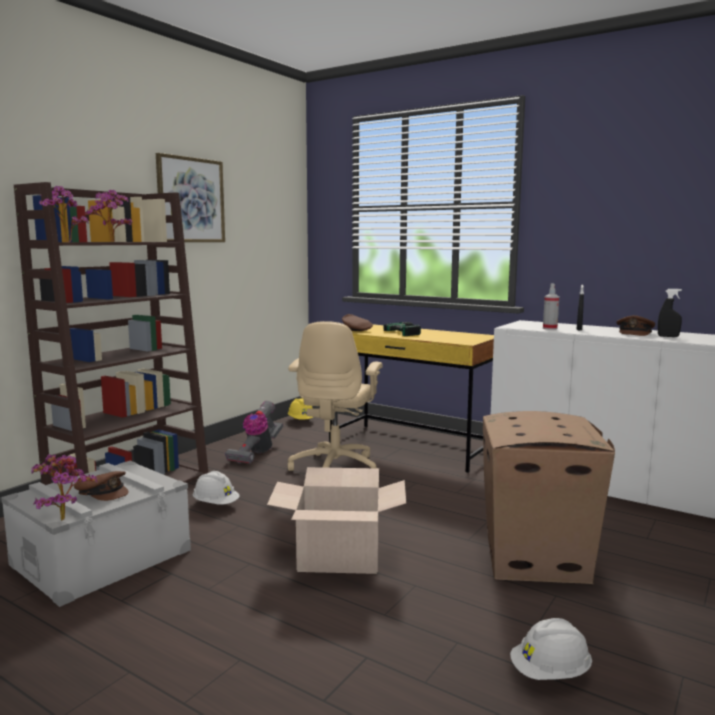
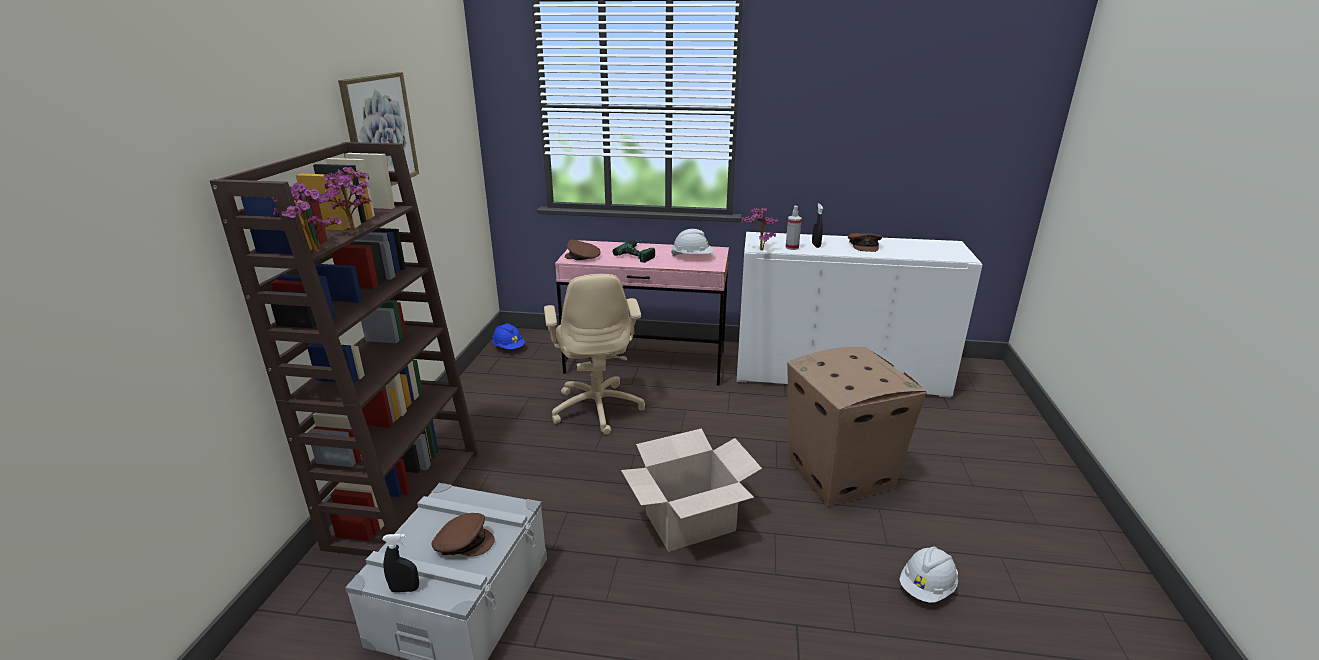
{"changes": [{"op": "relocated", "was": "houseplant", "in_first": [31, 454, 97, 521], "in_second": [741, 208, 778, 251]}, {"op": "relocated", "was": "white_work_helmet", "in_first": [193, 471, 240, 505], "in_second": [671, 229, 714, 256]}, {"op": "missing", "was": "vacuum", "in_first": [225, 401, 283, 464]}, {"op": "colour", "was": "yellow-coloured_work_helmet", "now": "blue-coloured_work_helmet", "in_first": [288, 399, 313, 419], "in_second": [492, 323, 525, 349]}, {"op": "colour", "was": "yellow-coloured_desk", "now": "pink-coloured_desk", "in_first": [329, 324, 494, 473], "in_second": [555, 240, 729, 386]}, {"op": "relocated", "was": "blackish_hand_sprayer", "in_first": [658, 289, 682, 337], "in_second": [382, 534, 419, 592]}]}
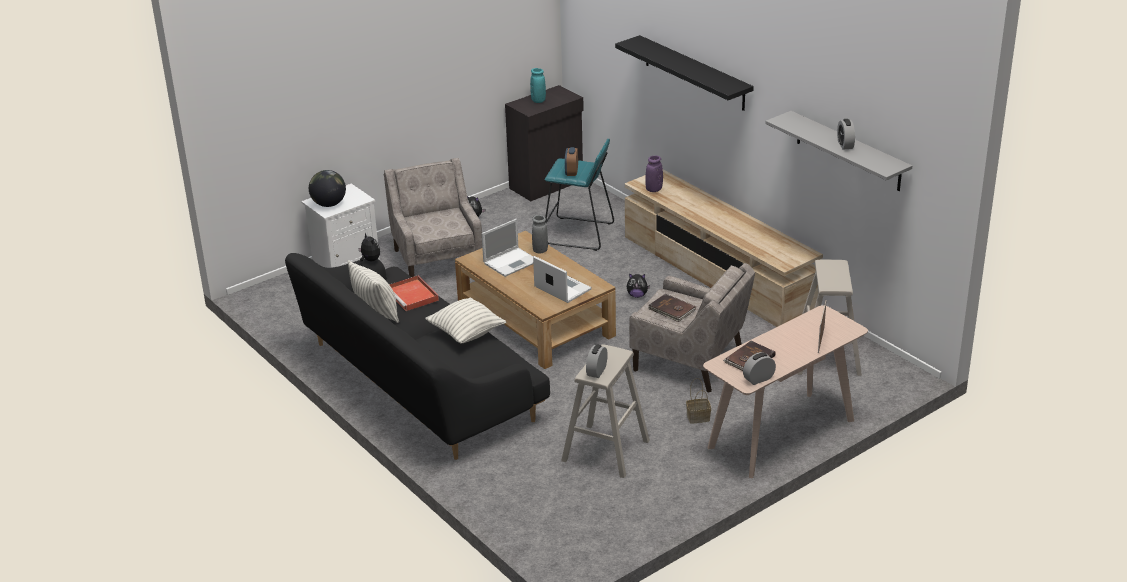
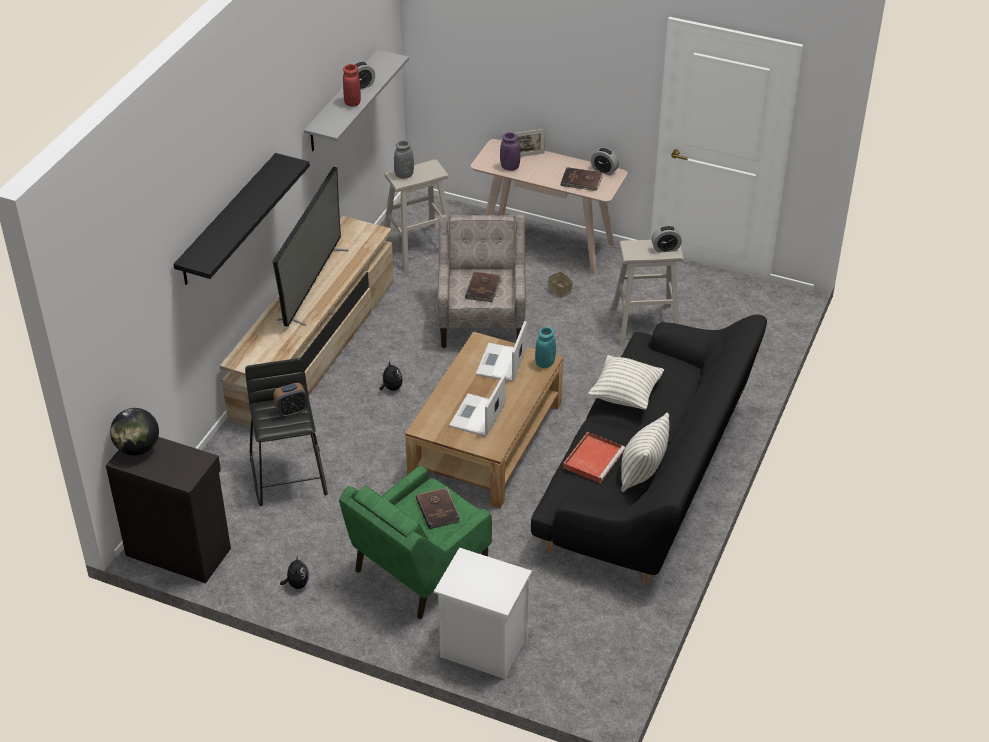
{"changes": [{"op": "relocated", "was": "world_globe", "in_first": [309, 170, 346, 207], "in_second": [110, 408, 159, 456]}, {"op": "missing", "was": "plush_toy", "in_first": [358, 232, 380, 261]}, {"op": "colour", "was": "beige_easy_chair", "now": "greenish_easy_chair", "in_first": [384, 158, 482, 277], "in_second": [339, 466, 492, 619]}, {"op": "spun", "was": "laptop", "in_first": [482, 219, 533, 277], "in_second": [449, 374, 505, 436], "clockwise": -90}, {"op": "relocated", "was": "turquoise-coloured_vase", "in_first": [530, 68, 546, 103], "in_second": [535, 327, 556, 368]}, {"op": "relocated", "was": "grey_vase", "in_first": [532, 215, 548, 253], "in_second": [394, 140, 414, 179]}, {"op": "colour", "was": "turquoise-coloured_sitting_stool", "now": "blackish_sitting_stool", "in_first": [545, 139, 614, 251], "in_second": [245, 358, 328, 506]}, {"op": "relocated", "was": "purple_vase", "in_first": [645, 156, 663, 192], "in_second": [500, 132, 520, 171]}, {"op": "appeared", "now": "television", "in_second": [273, 167, 349, 327]}, {"op": "appeared", "now": "red-coloured_vase", "in_second": [343, 64, 361, 107]}, {"op": "appeared", "now": "brown-coloured_book", "in_second": [416, 487, 460, 529]}]}
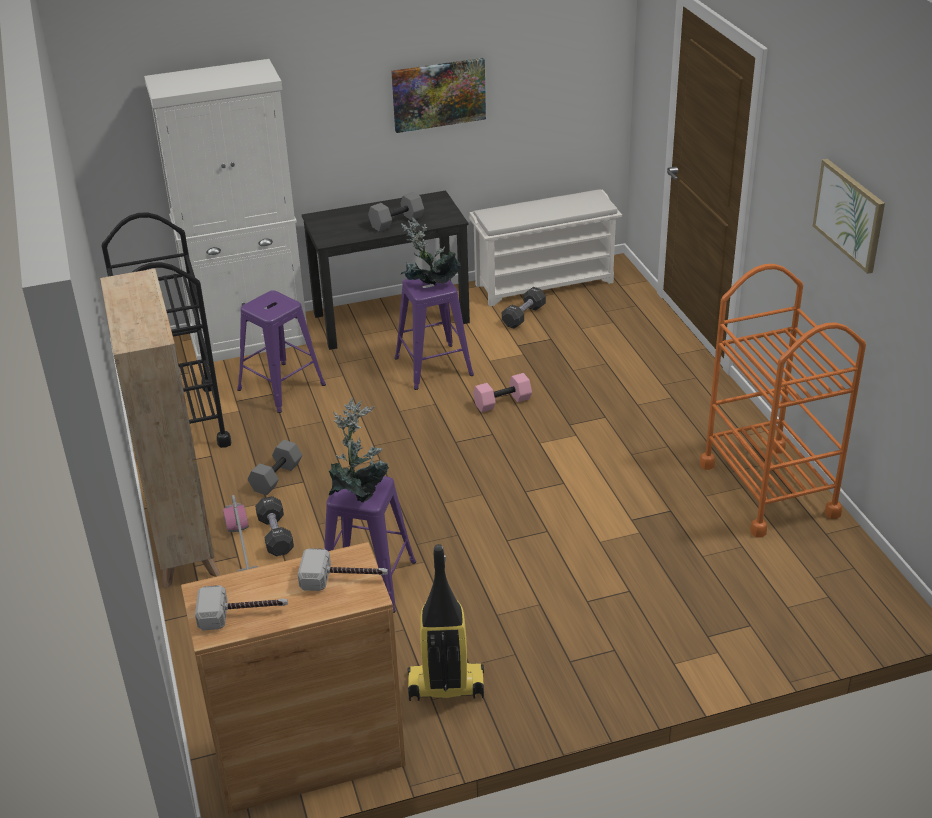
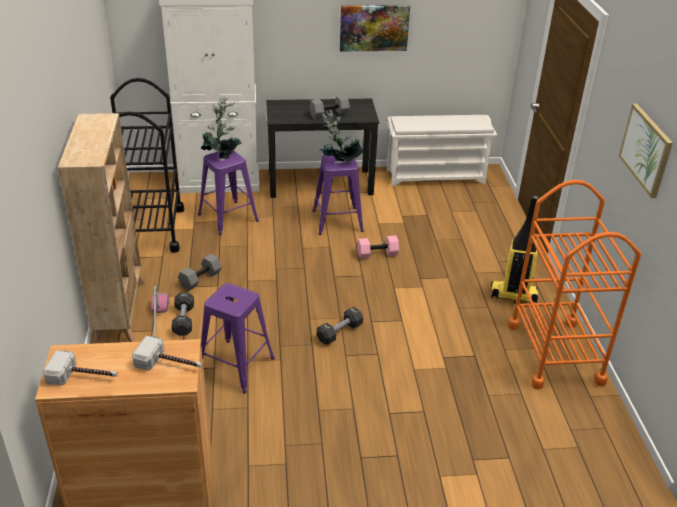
{"changes": [{"op": "relocated", "was": "houseplant", "in_first": [329, 397, 389, 503], "in_second": [201, 97, 242, 159]}, {"op": "relocated", "was": "vacuum", "in_first": [408, 544, 484, 701], "in_second": [491, 195, 538, 303]}, {"op": "relocated", "was": "blackish_dumbbell", "in_first": [502, 287, 546, 329], "in_second": [317, 307, 363, 345]}]}
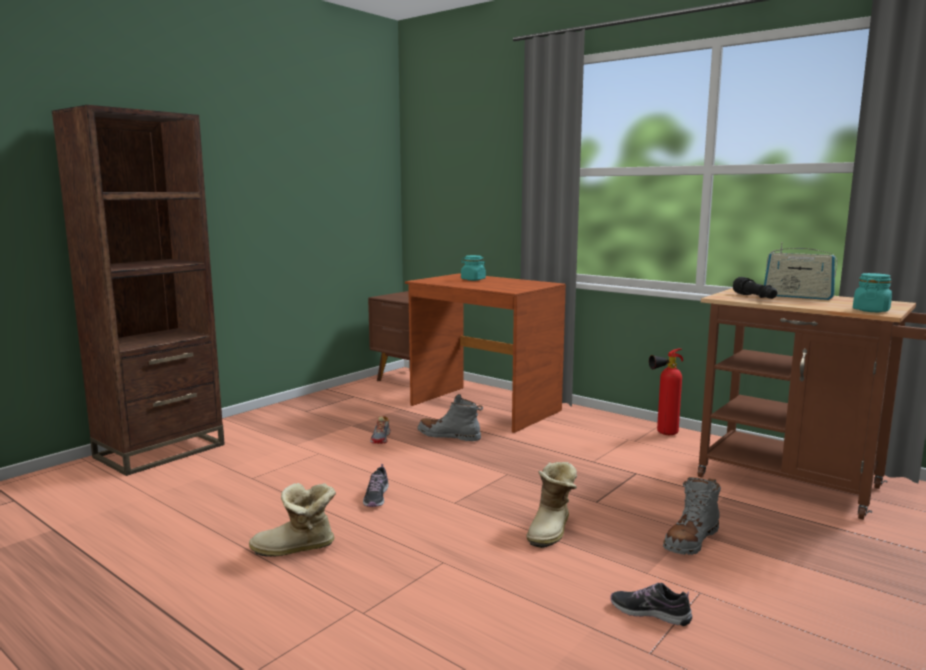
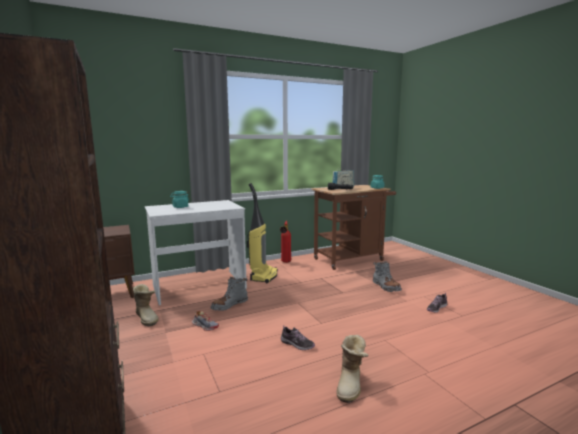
{"changes": [{"op": "colour", "was": "brown-coloured_desk", "now": "white_desk", "in_first": [405, 273, 566, 433], "in_second": [145, 200, 247, 305]}, {"op": "relocated", "was": "high-top_boot", "in_first": [526, 462, 577, 548], "in_second": [132, 284, 159, 327]}, {"op": "appeared", "now": "vacuum", "in_second": [247, 183, 278, 283]}]}
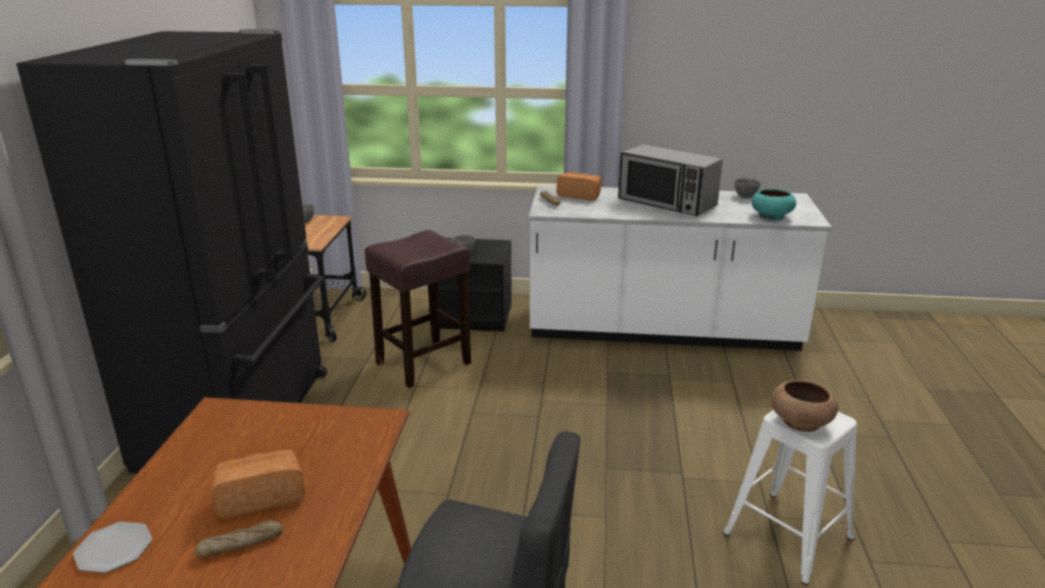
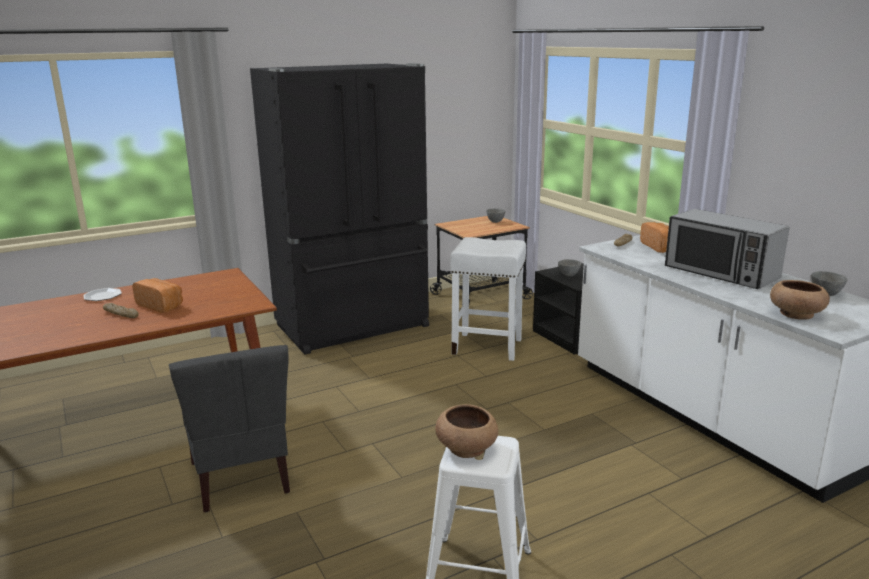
{"changes": [{"op": "colour", "was": "brown-coloured_sitting_stool", "now": "white_sitting_stool", "in_first": [365, 230, 471, 388], "in_second": [450, 237, 526, 361]}, {"op": "spun", "was": "microwave_oven", "in_first": [618, 144, 723, 216], "in_second": [665, 209, 789, 289], "clockwise": -45}, {"op": "colour", "was": "turquoise-coloured_serving_bowl", "now": "brown-coloured_serving_bowl", "in_first": [752, 189, 796, 221], "in_second": [770, 280, 830, 320]}]}
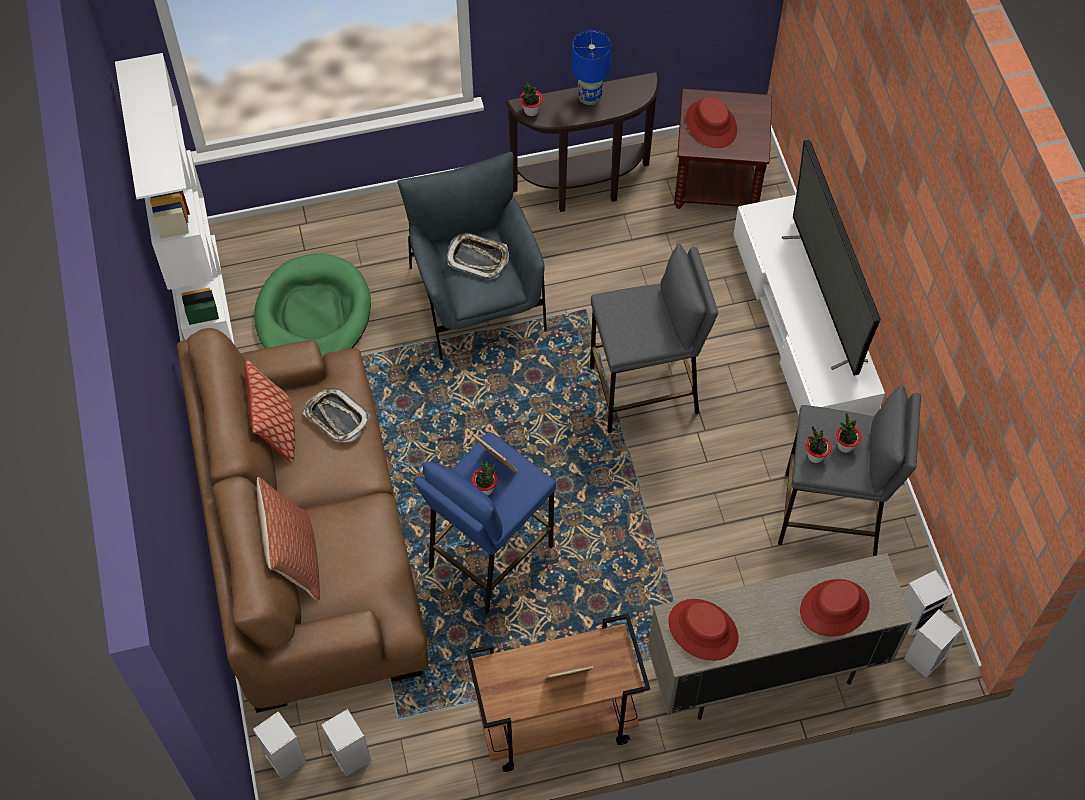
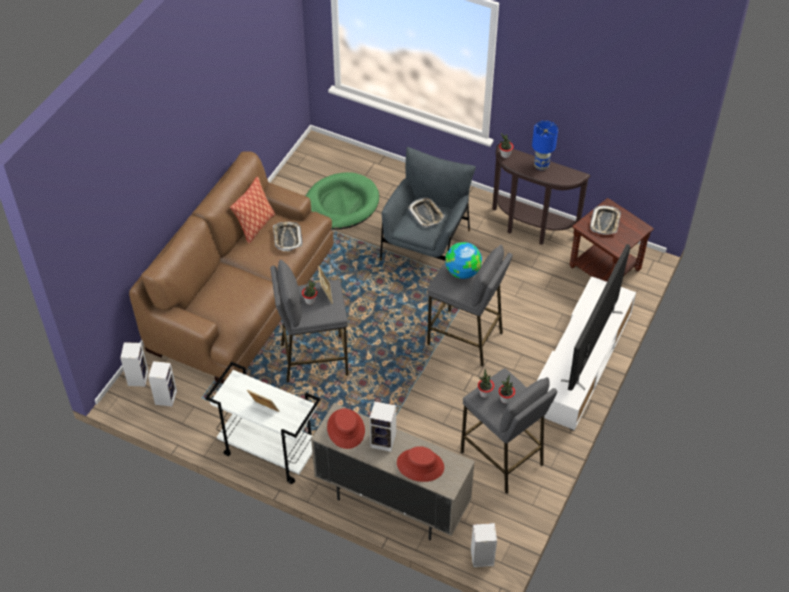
{"changes": [{"op": "missing", "was": "white_shelving_unit", "in_first": [115, 53, 235, 345]}, {"op": "missing", "was": "throw_pillow", "in_first": [257, 477, 320, 600]}, {"op": "colour", "was": "blue-coloured_sitting_stool", "now": "grey_sitting_stool", "in_first": [414, 432, 556, 614], "in_second": [270, 260, 348, 383]}, {"op": "colour", "was": "brown-coloured_cart", "now": "white_cart", "in_first": [466, 613, 650, 772], "in_second": [205, 362, 321, 484]}, {"op": "exchanged", "was": "red-coloured_hat", "now": "serving_tray", "in_first": [686, 96, 737, 148], "in_second": [590, 206, 621, 235]}, {"op": "relocated", "was": "audio_speaker", "in_first": [903, 570, 952, 637], "in_second": [370, 402, 396, 452]}, {"op": "appeared", "now": "world_globe", "in_second": [445, 242, 482, 279]}]}
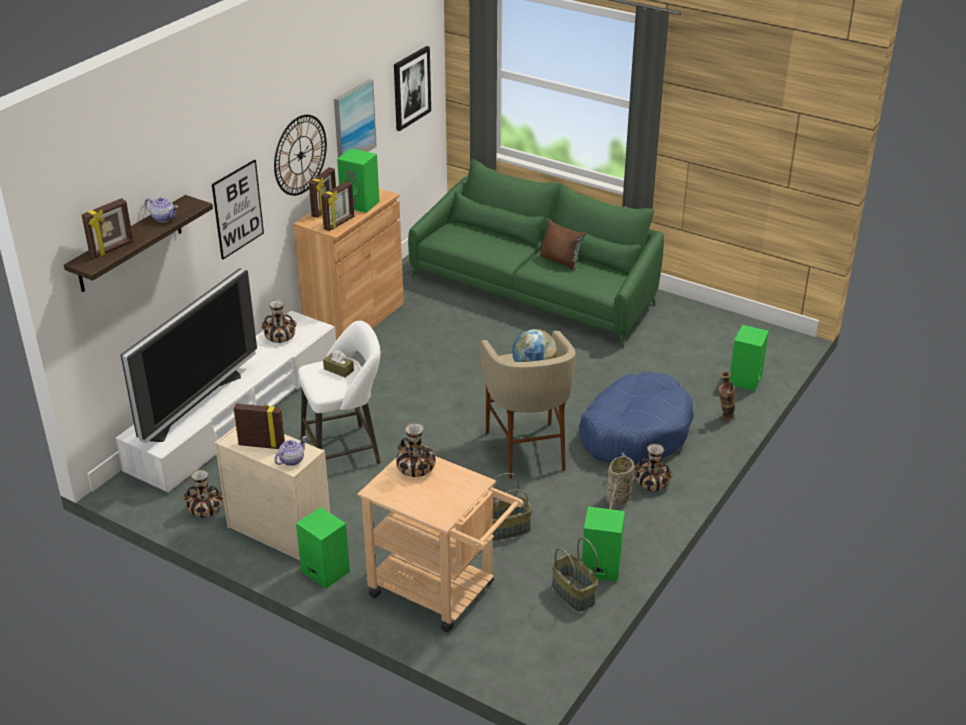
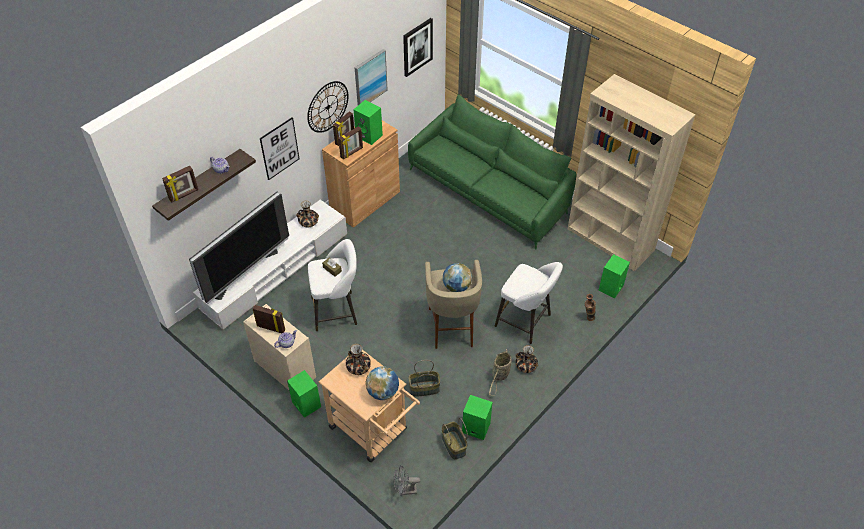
{"changes": [{"op": "missing", "was": "vase", "in_first": [183, 469, 223, 517]}, {"op": "missing", "was": "brown-coloured_throw_pillow", "in_first": [540, 219, 586, 270]}, {"op": "exchanged", "was": "blue-coloured_dog_bed", "now": "white_sitting_stool", "in_first": [579, 372, 694, 465], "in_second": [495, 262, 563, 344]}, {"op": "appeared", "now": "world_globe", "in_second": [366, 367, 399, 400]}, {"op": "appeared", "now": "grey_cooling_fan", "in_second": [393, 465, 421, 495]}, {"op": "appeared", "now": "beige_shelving_unit", "in_second": [568, 74, 695, 272]}]}
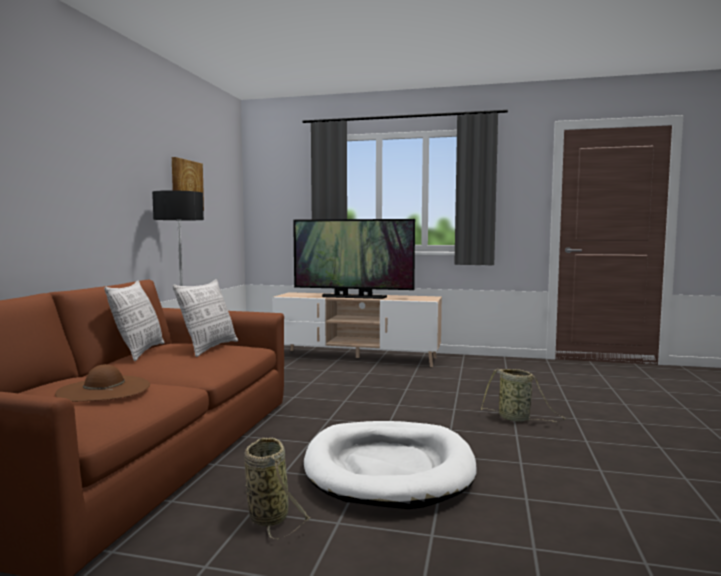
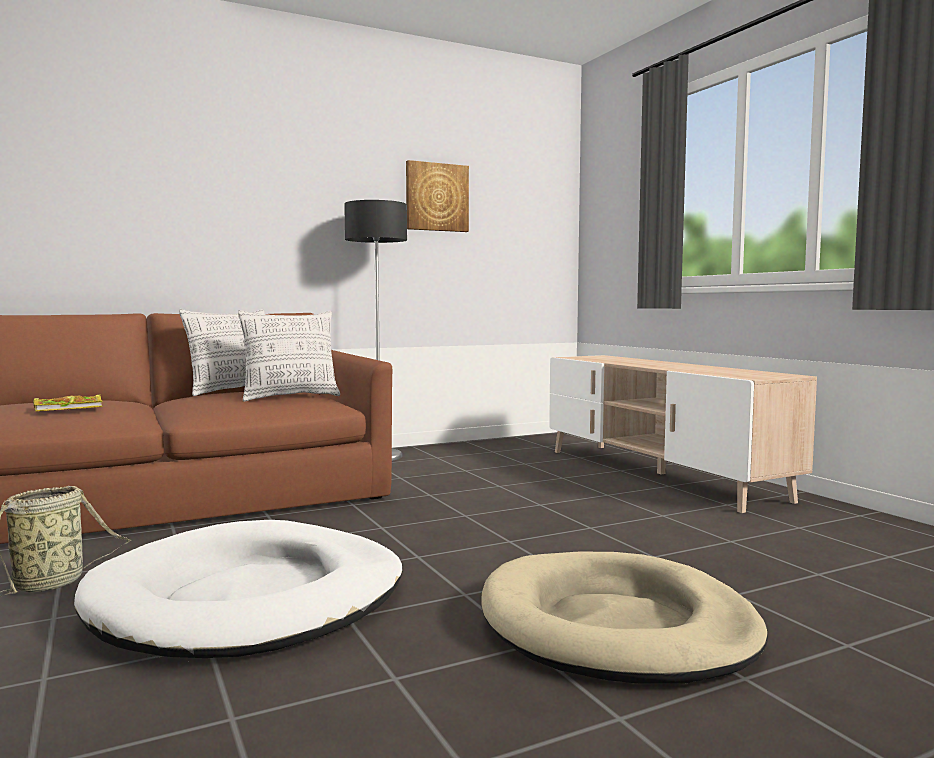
{"changes": [{"op": "exchanged", "was": "brown-coloured_hat", "now": "book", "in_first": [55, 364, 150, 402], "in_second": [33, 394, 103, 411]}, {"op": "missing", "was": "television", "in_first": [293, 219, 415, 299]}, {"op": "exchanged", "was": "basket", "now": "beige_dog_bed", "in_first": [481, 369, 565, 422], "in_second": [481, 551, 768, 684]}]}
